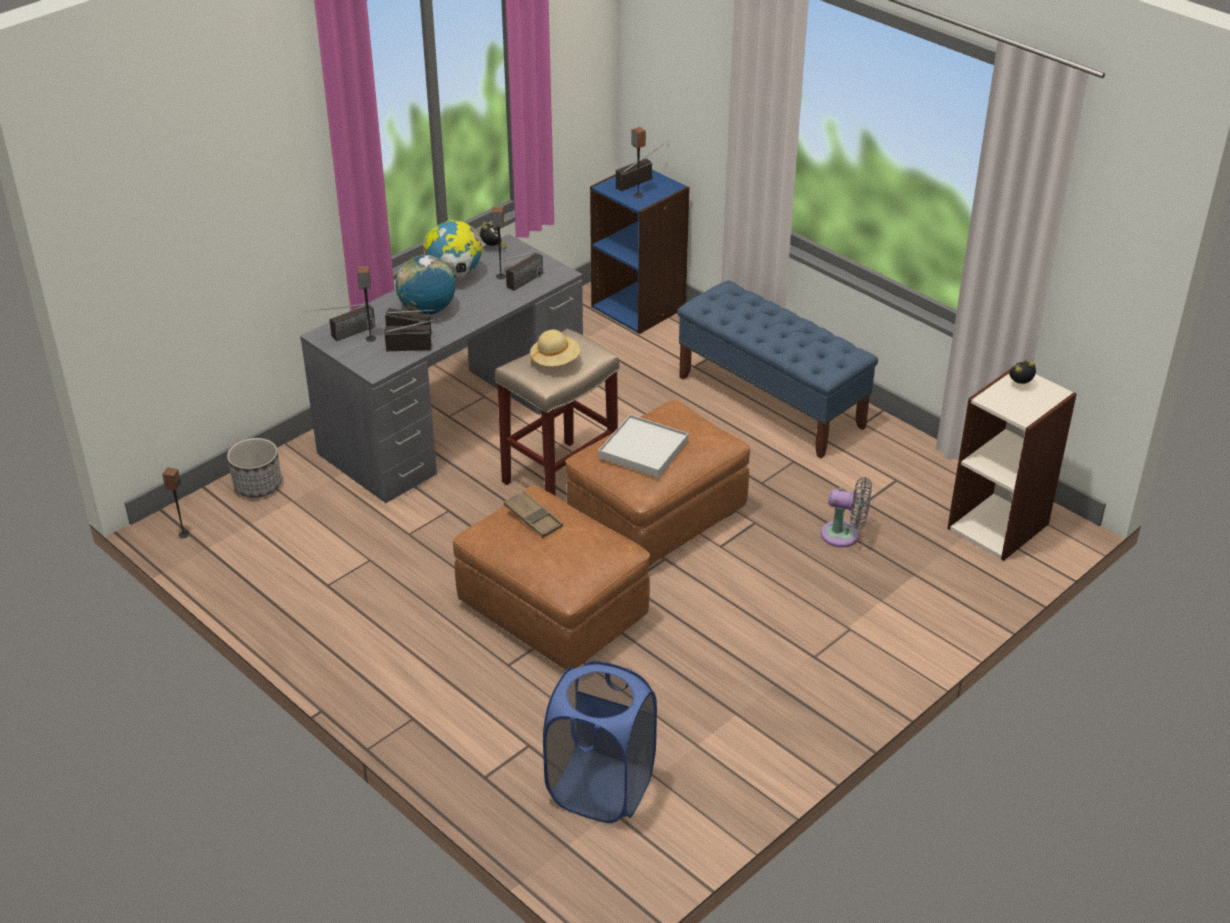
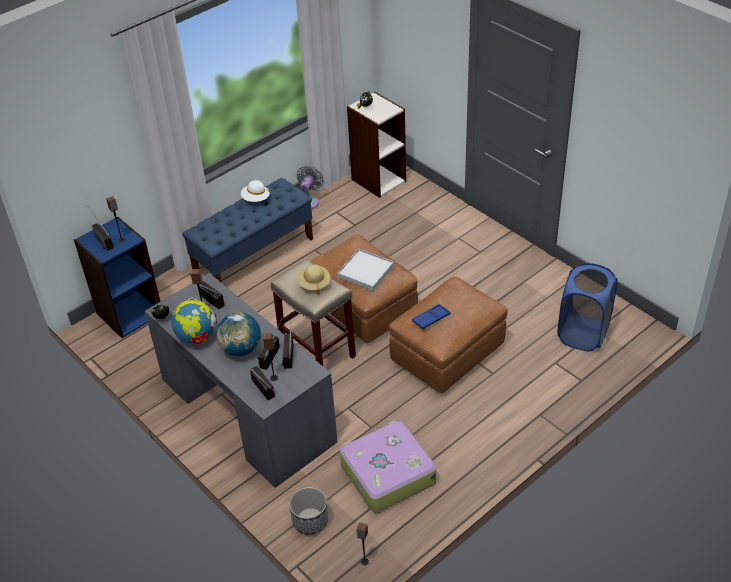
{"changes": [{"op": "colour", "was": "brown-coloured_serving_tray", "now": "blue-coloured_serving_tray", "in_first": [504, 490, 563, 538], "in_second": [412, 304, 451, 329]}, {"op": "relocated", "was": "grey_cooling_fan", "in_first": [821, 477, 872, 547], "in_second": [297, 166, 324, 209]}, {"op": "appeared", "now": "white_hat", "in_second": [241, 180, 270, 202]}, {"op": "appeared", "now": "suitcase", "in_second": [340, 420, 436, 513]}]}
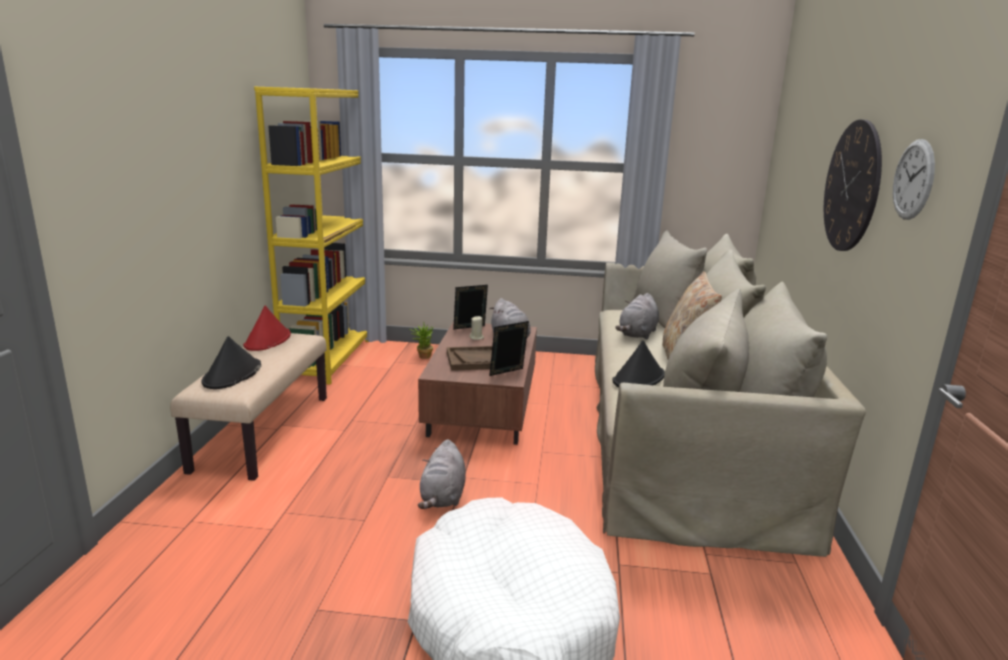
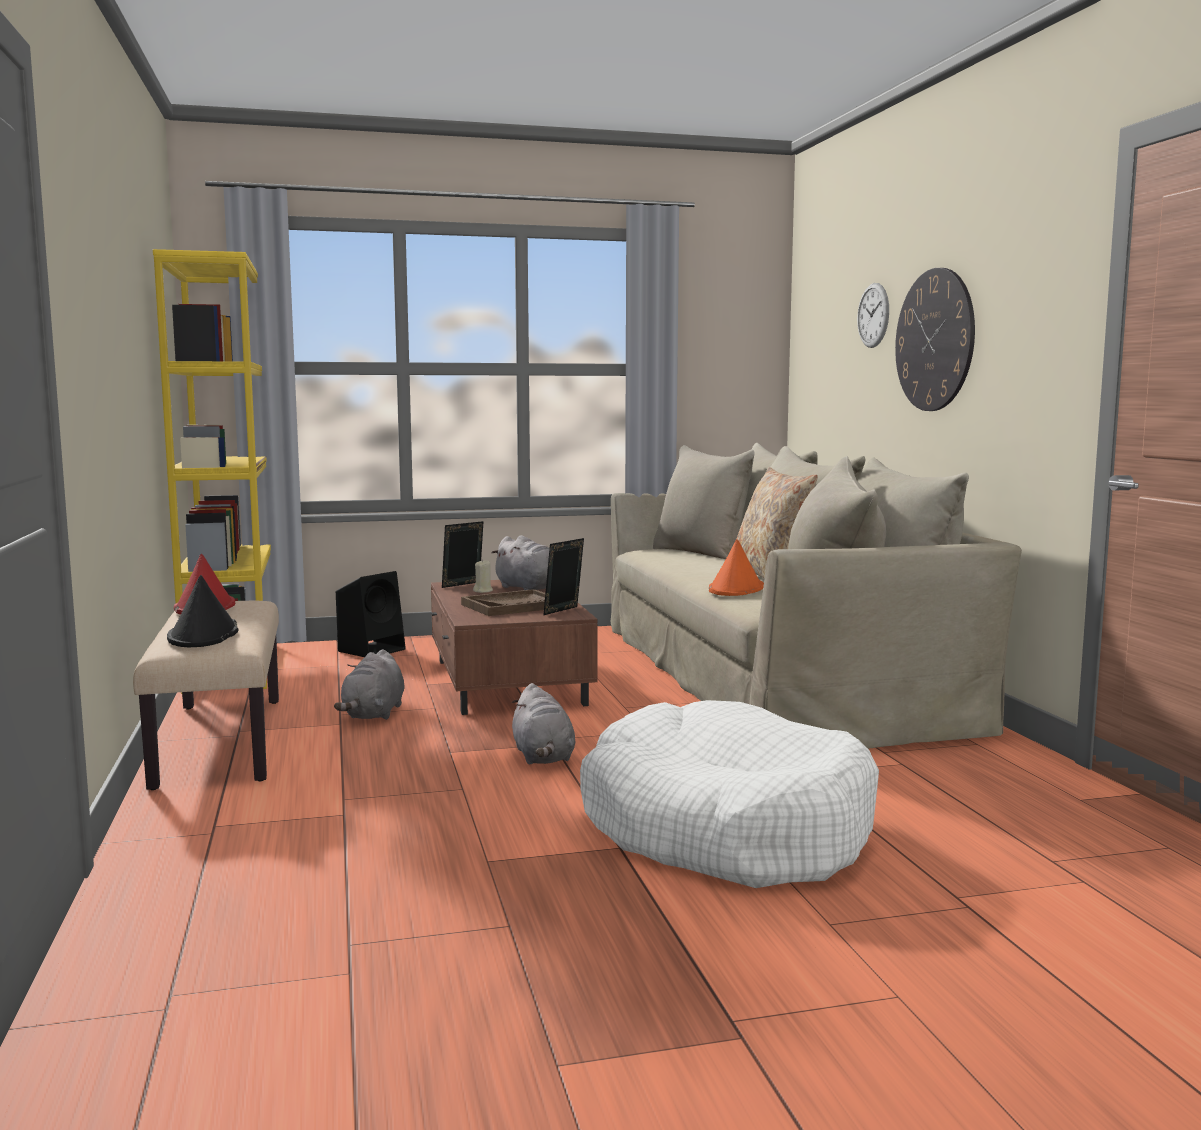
{"changes": [{"op": "exchanged", "was": "houseplant", "now": "blackish_audio_speaker", "in_first": [410, 322, 434, 359], "in_second": [336, 571, 406, 657]}, {"op": "colour", "was": "blackish_hat", "now": "orangey_hat", "in_first": [612, 340, 665, 387], "in_second": [709, 539, 764, 596]}, {"op": "relocated", "was": "grey_plush_toy", "in_first": [616, 293, 659, 340], "in_second": [334, 649, 405, 720]}, {"op": "relocated", "was": "hanging_clock", "in_first": [893, 139, 935, 220], "in_second": [857, 283, 889, 348]}]}
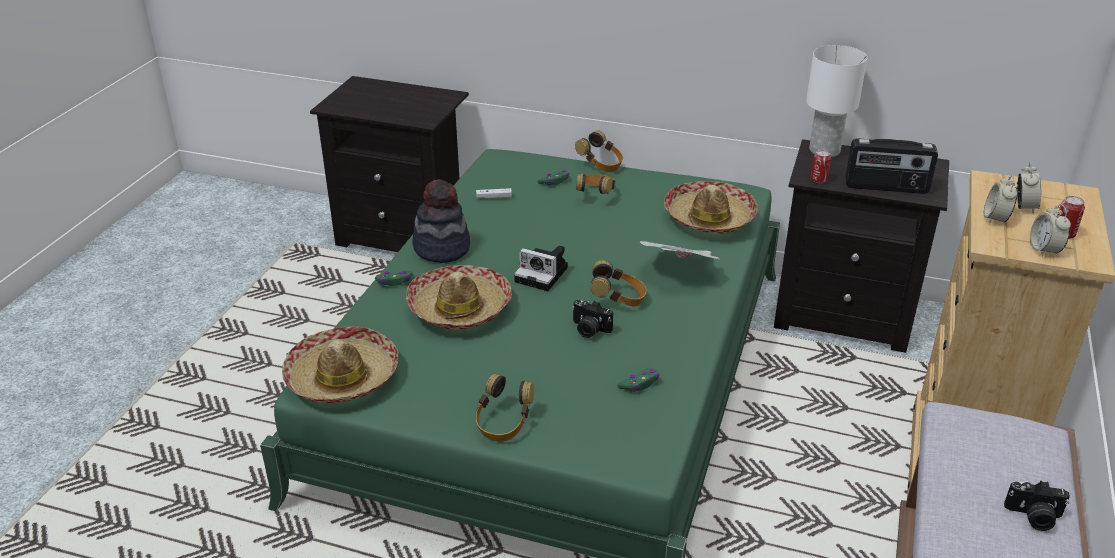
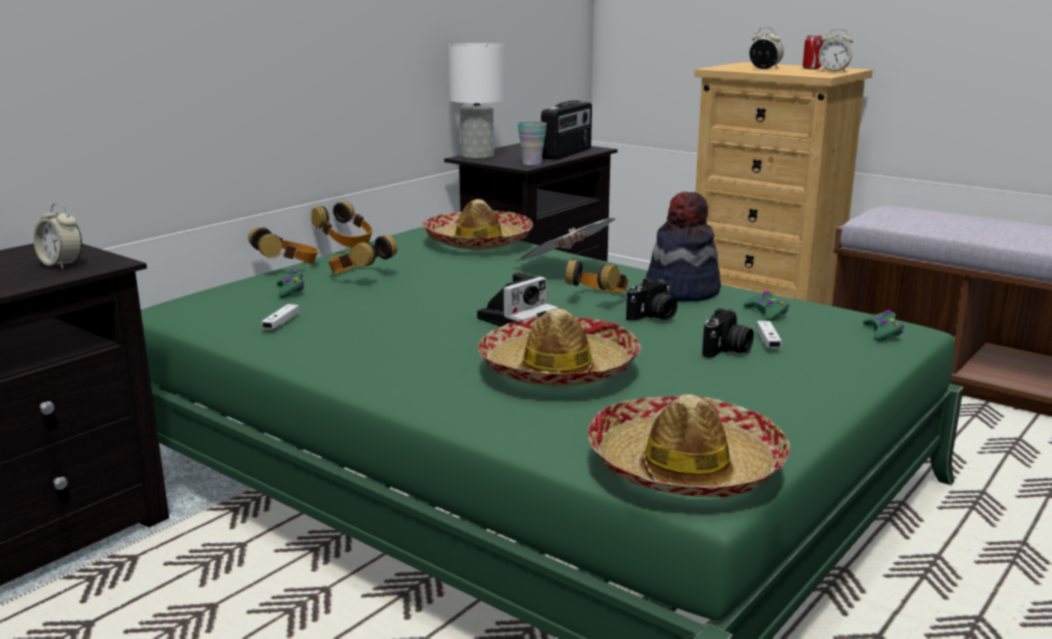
{"changes": [{"op": "relocated", "was": "greenish_gamepad", "in_first": [375, 271, 413, 286], "in_second": [863, 310, 904, 341]}, {"op": "relocated", "was": "hat", "in_first": [413, 179, 470, 263], "in_second": [646, 192, 721, 302]}, {"op": "relocated", "was": "pair_of_headphones", "in_first": [476, 374, 534, 441], "in_second": [311, 202, 372, 248]}, {"op": "exchanged", "was": "sealed_can", "now": "cup", "in_first": [811, 150, 831, 183], "in_second": [518, 121, 547, 166]}, {"op": "relocated", "was": "table_clock", "in_first": [984, 175, 1018, 224], "in_second": [33, 203, 82, 269]}, {"op": "relocated", "was": "still_camera", "in_first": [1004, 481, 1070, 531], "in_second": [702, 308, 754, 358]}, {"op": "appeared", "now": "white_gamepad", "in_second": [757, 321, 782, 348]}]}
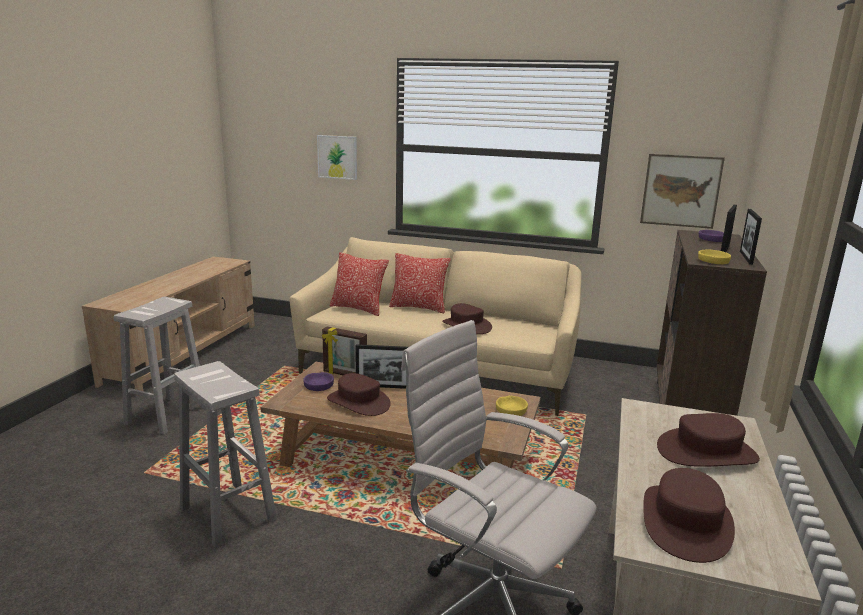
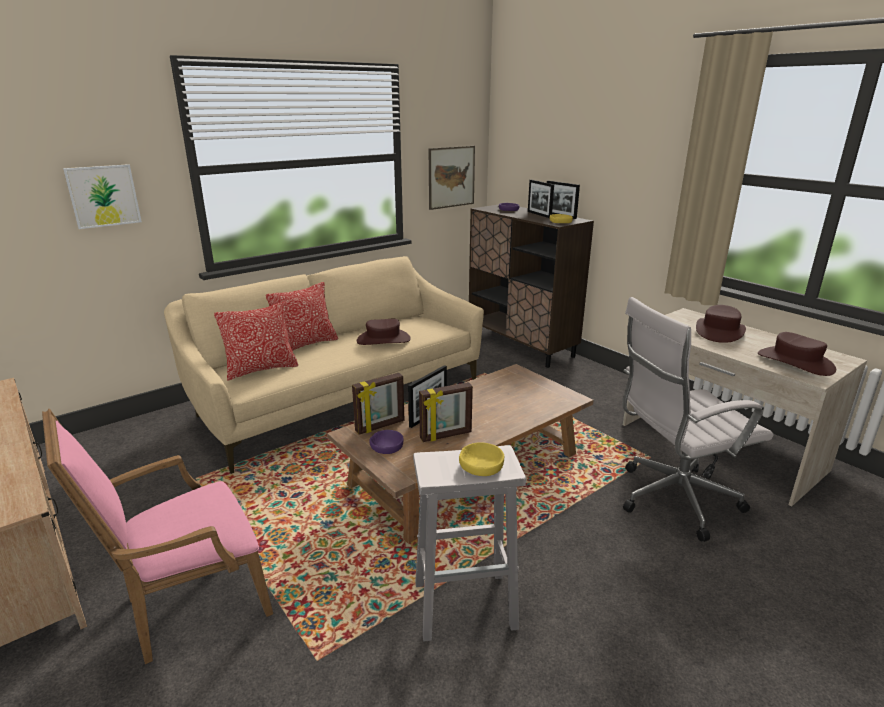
{"changes": [{"op": "exchanged", "was": "white_sitting_stool", "now": "pink-coloured_easy_chair", "in_first": [114, 297, 202, 435], "in_second": [42, 409, 273, 664]}, {"op": "exchanged", "was": "brown-coloured_hat", "now": "picture_frame", "in_first": [327, 373, 391, 416], "in_second": [419, 382, 473, 442]}, {"op": "relocated", "was": "yellow-coloured_serving_bowl", "in_first": [496, 396, 528, 416], "in_second": [459, 442, 504, 476]}]}
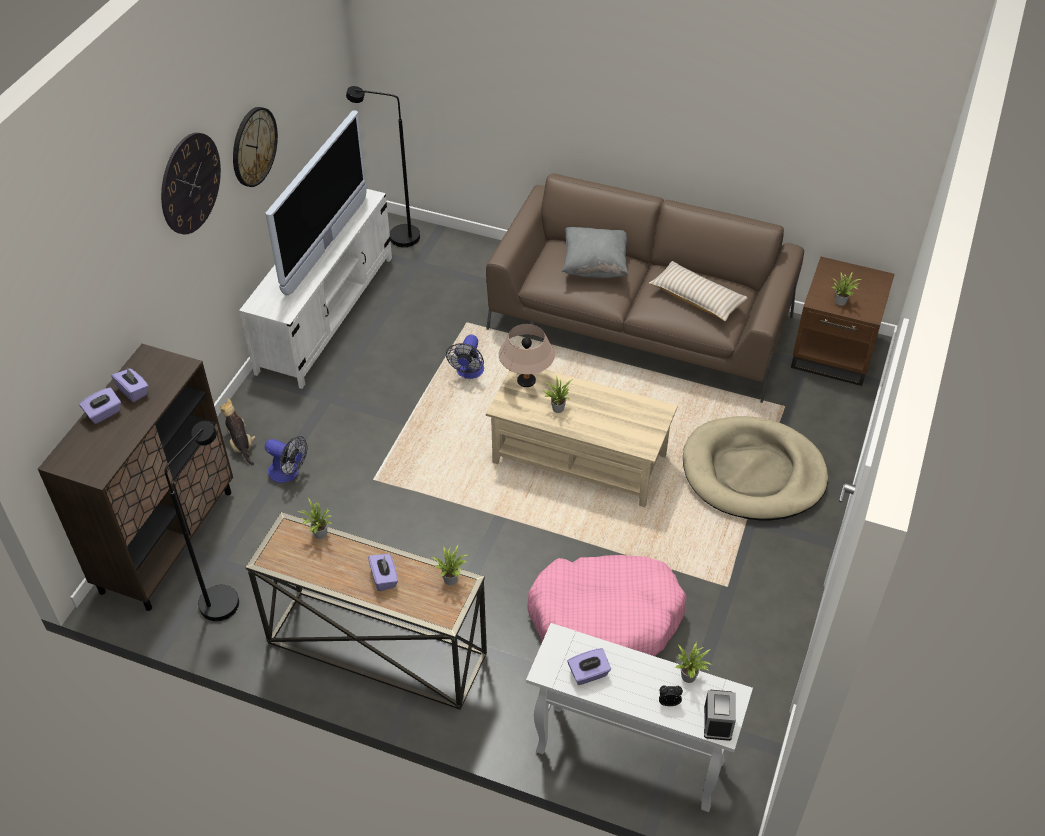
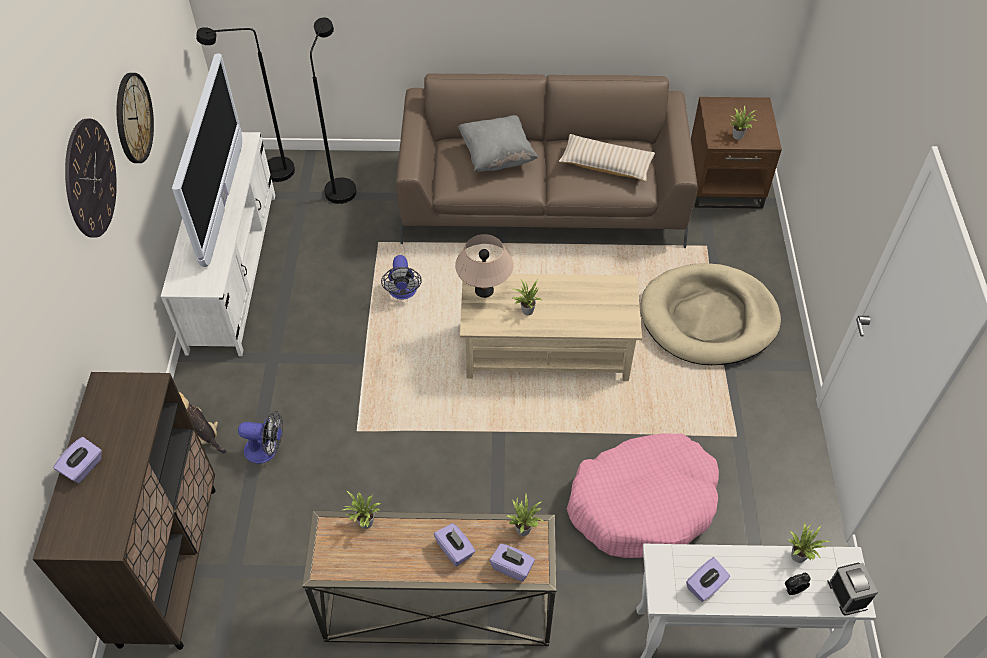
{"changes": [{"op": "relocated", "was": "purple_tissue_holder", "in_first": [112, 368, 149, 402], "in_second": [490, 544, 535, 582]}, {"op": "relocated", "was": "blackish_standing_lamp", "in_first": [165, 421, 239, 621], "in_second": [310, 17, 356, 204]}]}
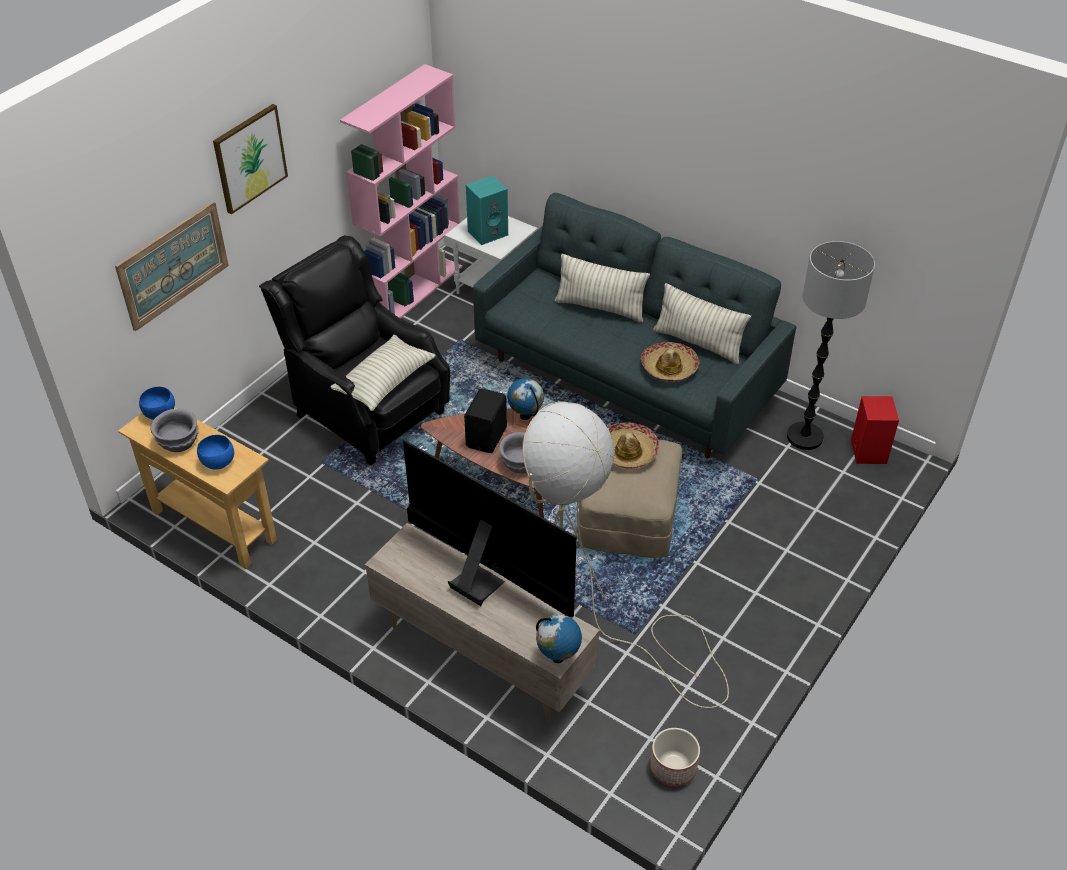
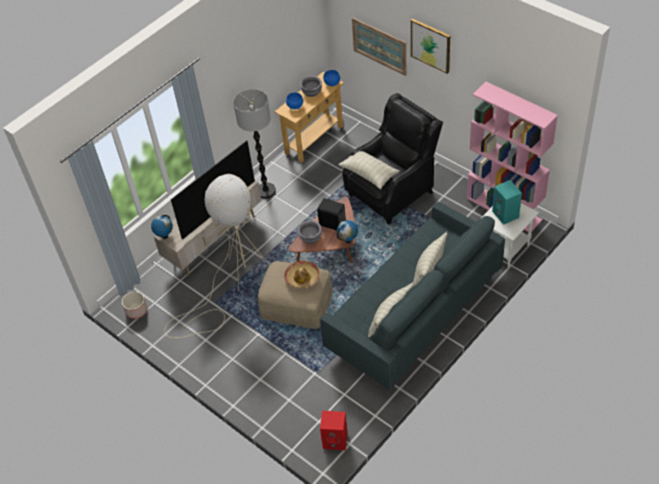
{"changes": [{"op": "missing", "was": "hat", "in_first": [641, 342, 700, 382]}, {"op": "relocated", "was": "standing_lamp", "in_first": [787, 241, 875, 450], "in_second": [233, 89, 276, 199]}]}
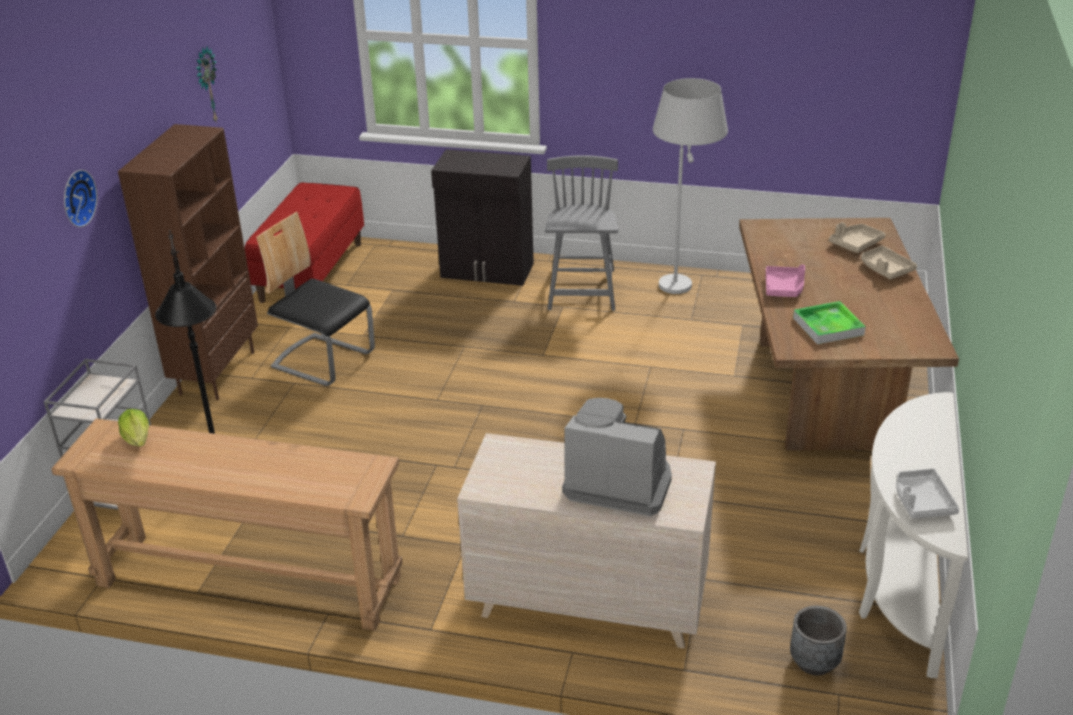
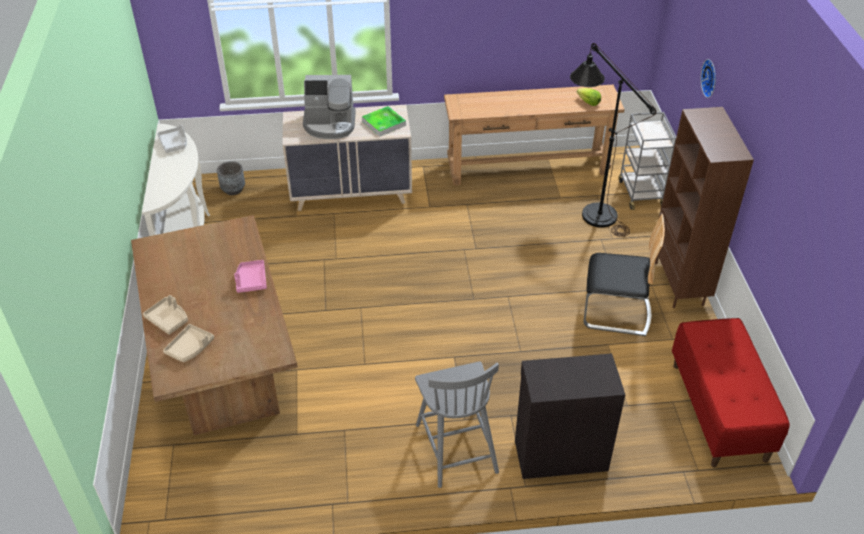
{"changes": [{"op": "missing", "was": "hanging_clock", "in_first": [196, 47, 218, 121]}, {"op": "missing", "was": "white_standing_lamp", "in_first": [653, 78, 728, 294]}, {"op": "relocated", "was": "serving_tray", "in_first": [793, 301, 866, 344], "in_second": [362, 106, 406, 137]}]}
